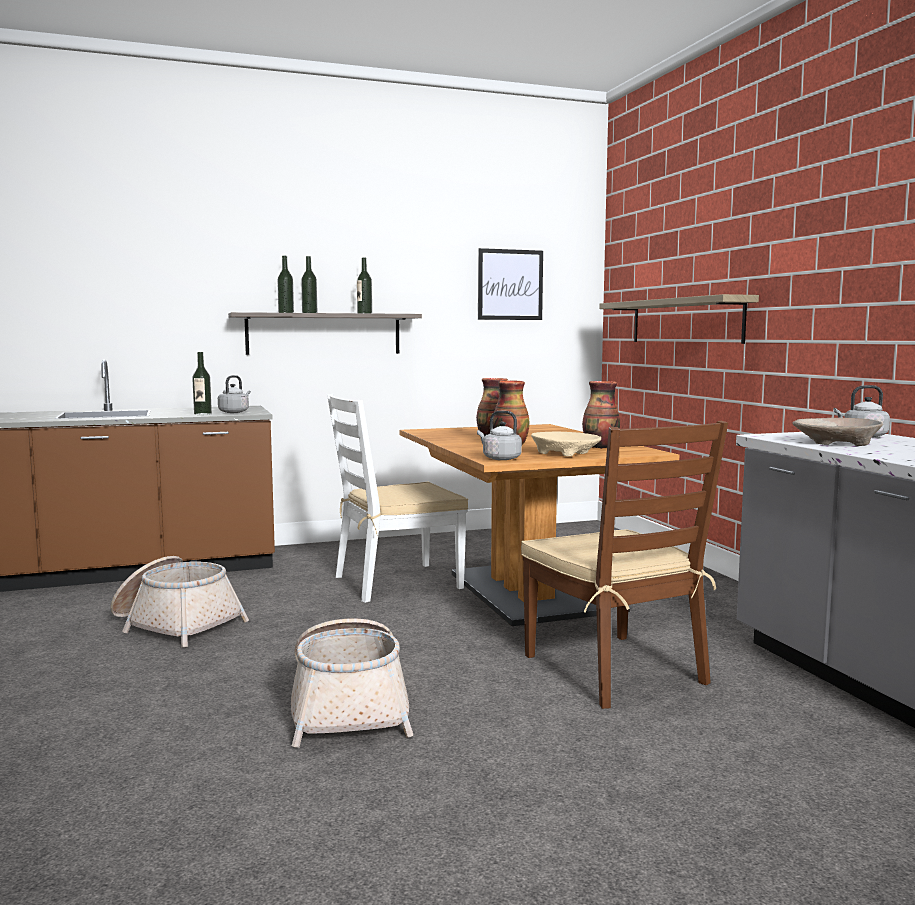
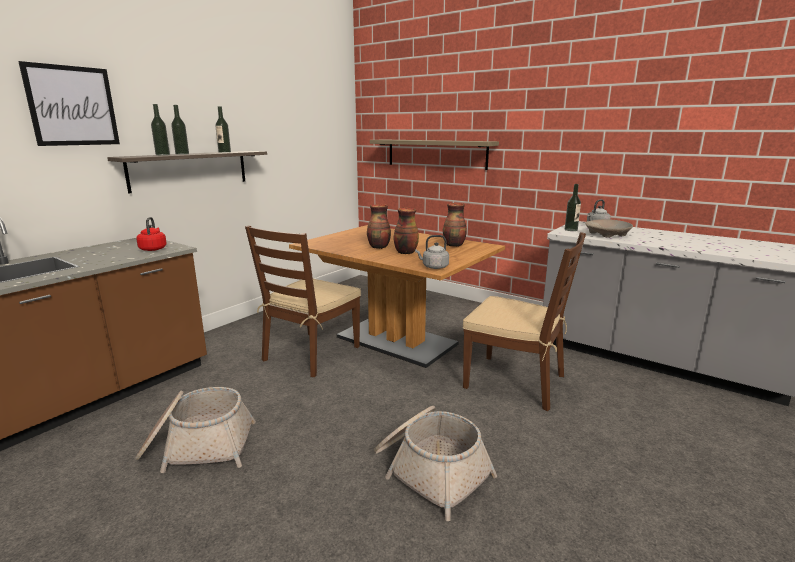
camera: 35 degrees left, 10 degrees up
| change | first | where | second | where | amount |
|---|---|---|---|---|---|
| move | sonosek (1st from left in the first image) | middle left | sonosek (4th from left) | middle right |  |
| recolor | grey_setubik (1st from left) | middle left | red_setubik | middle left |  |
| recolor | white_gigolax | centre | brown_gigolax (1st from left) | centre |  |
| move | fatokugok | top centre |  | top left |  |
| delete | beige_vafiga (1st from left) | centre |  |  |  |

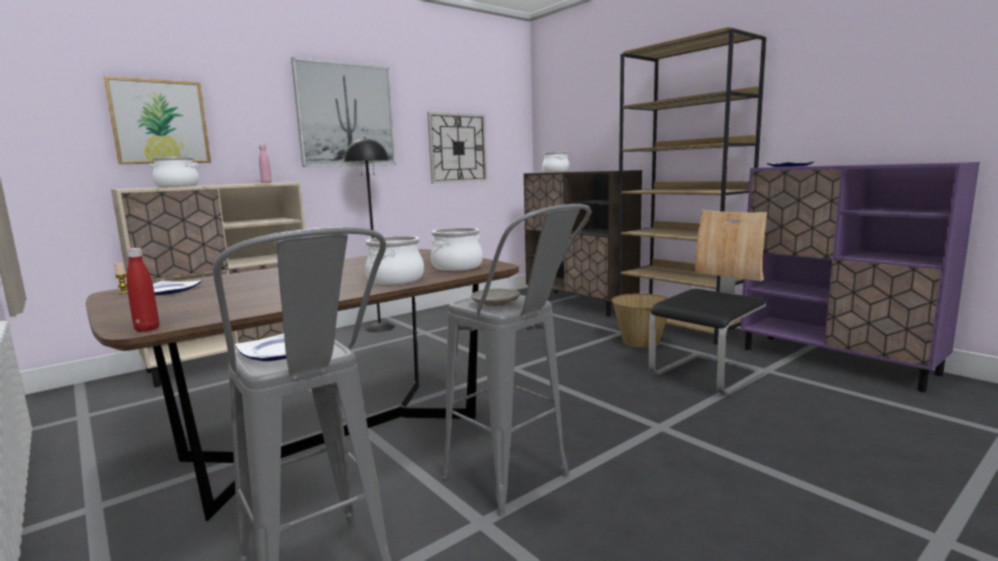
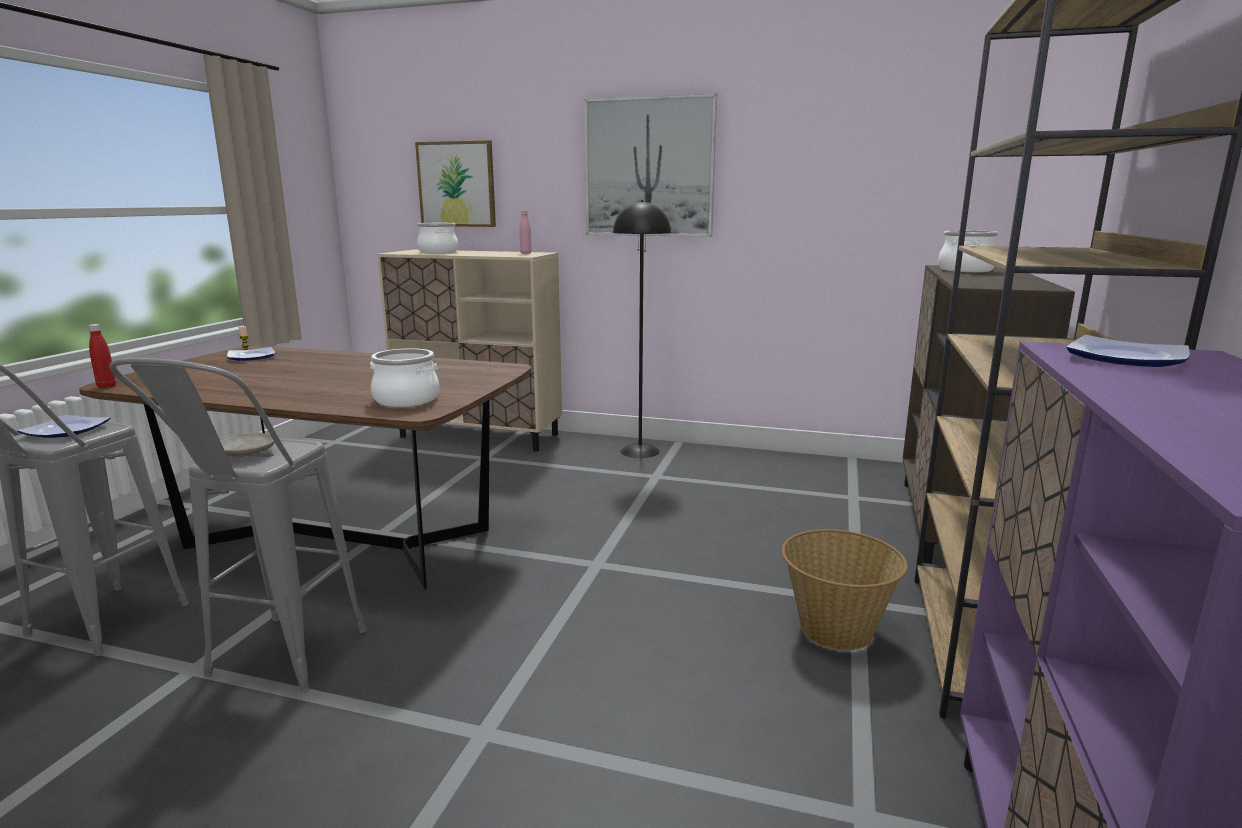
camera: 55 degrees right, 5 degrees up
| change | first | where | second | where | amount |
|---|---|---|---|---|---|
| delete | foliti (2nd from left) | centre |  |  |  |
| delete | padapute | top centre |  |  |  |
| delete | gigolax | middle right |  |  |  |

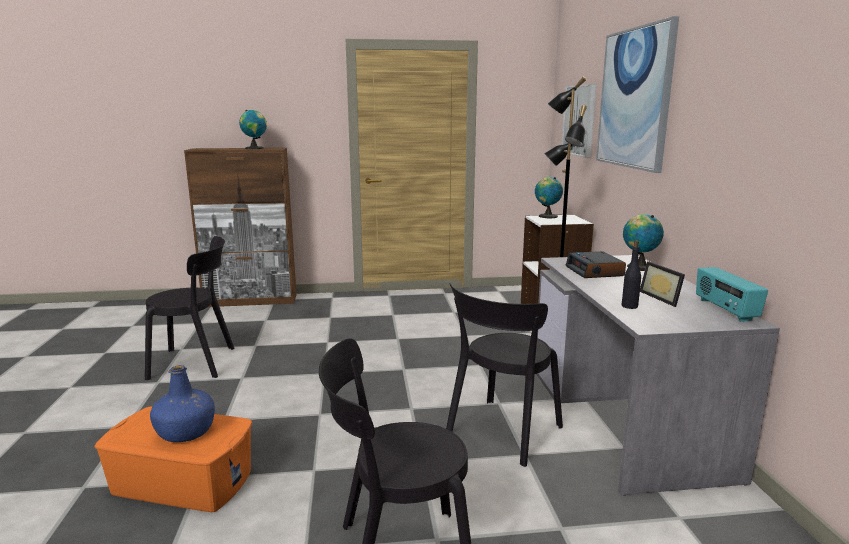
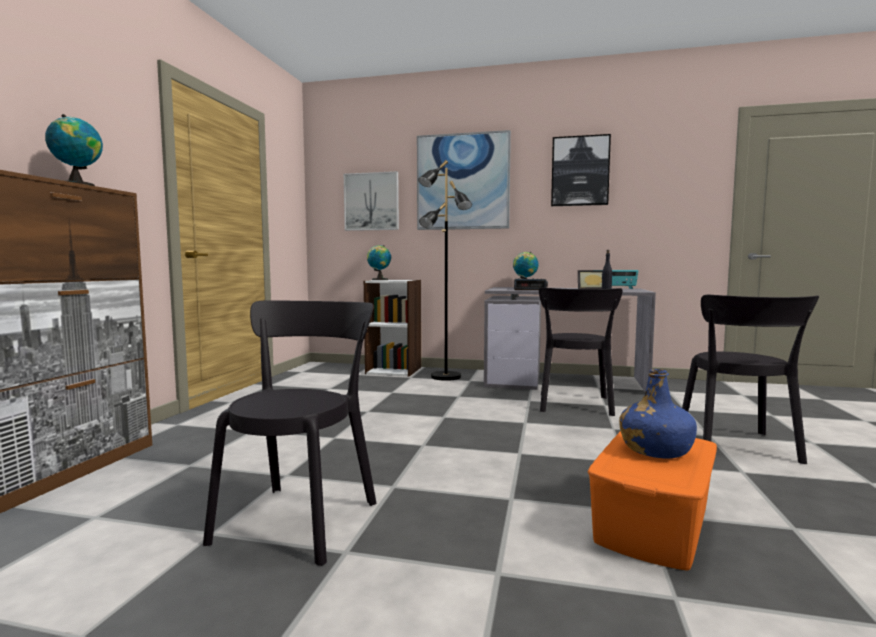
camera: 70 degrees left, 10 degrees down
| change | first | where | second | where | amount |
|---|---|---|---|---|---|
| rotate | black_gigolax (3rd from left in the first image) | bottom centre | black_gigolax (2nd from left) | centre | 45 degrees clockwise |
| insert |  |  | fatokugok (3rd from left) | top centre |  |

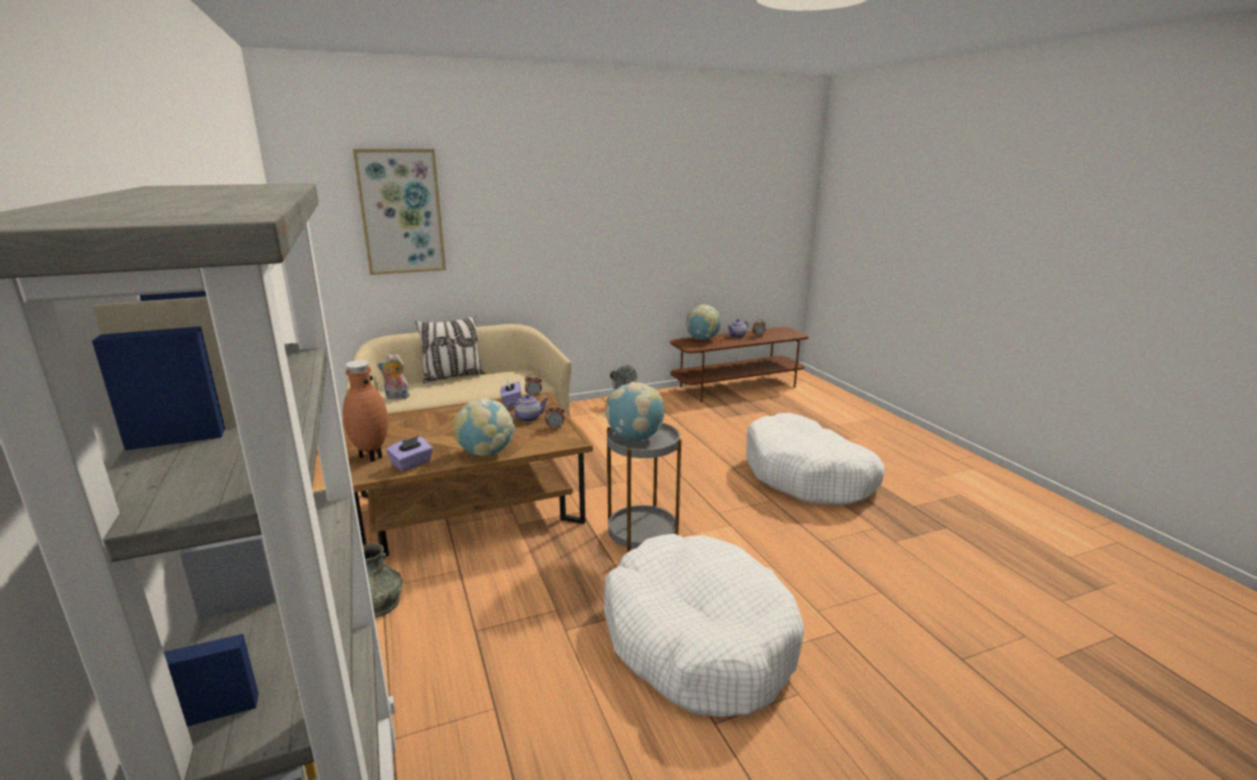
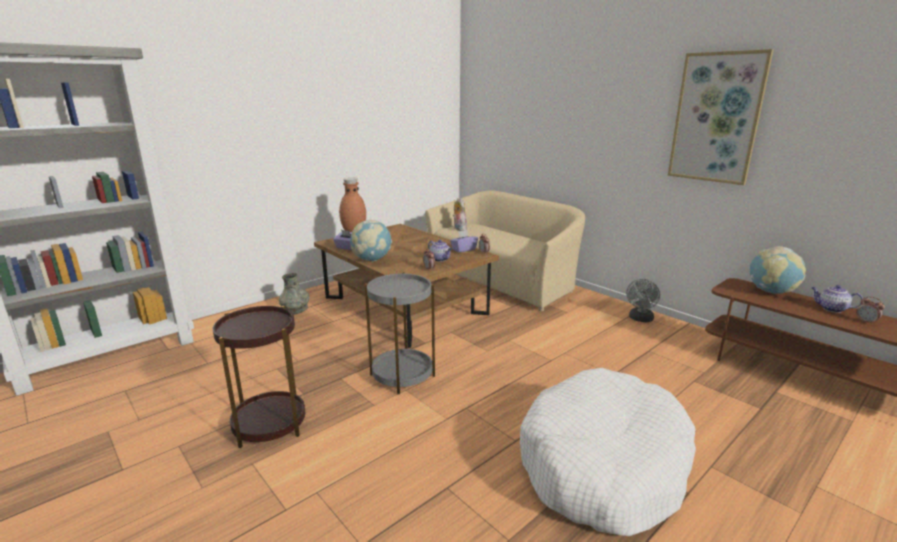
camera: 70 degrees right, 0 degrees up
| change | first | where | second | where | amount |
|---|---|---|---|---|---|
| move | fatokugok | top left |  | top right |  |
| delete | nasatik | centre |  |  |  |
| replace | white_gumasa (1st from left) | bottom centre | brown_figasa | bottom left |  |
| delete | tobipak (2nd from left) | centre |  |  |  |

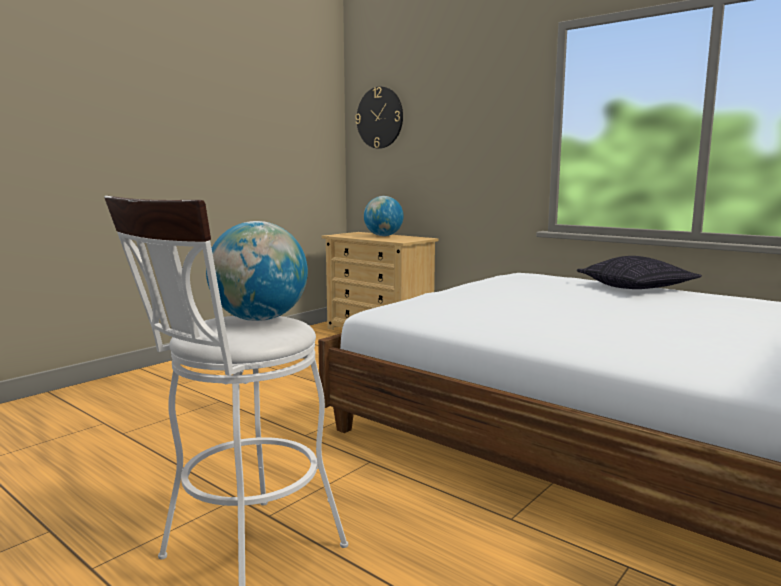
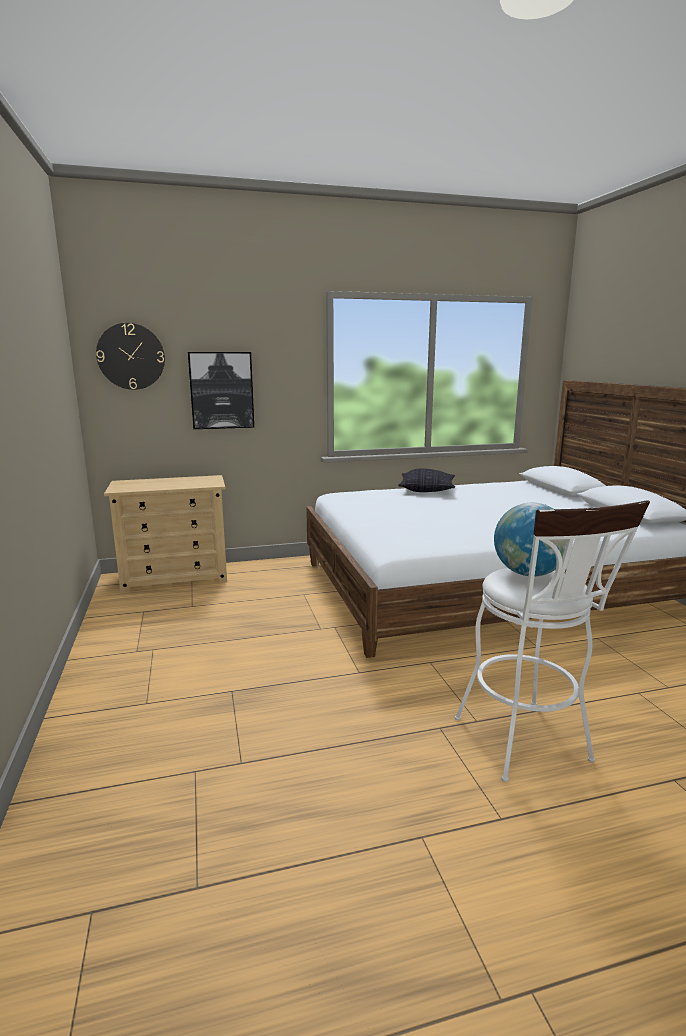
camera: 55 degrees left, 5 degrees up
| change | first | where | second | where | amount |
|---|---|---|---|---|---|
| delete | tobipak (2nd from left) | centre |  |  |  |
| insert |  |  | fatokugok | middle left |  |

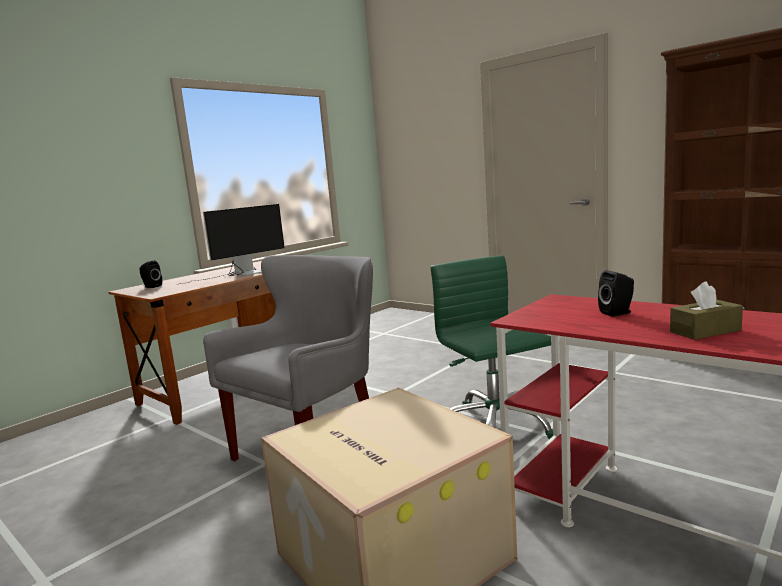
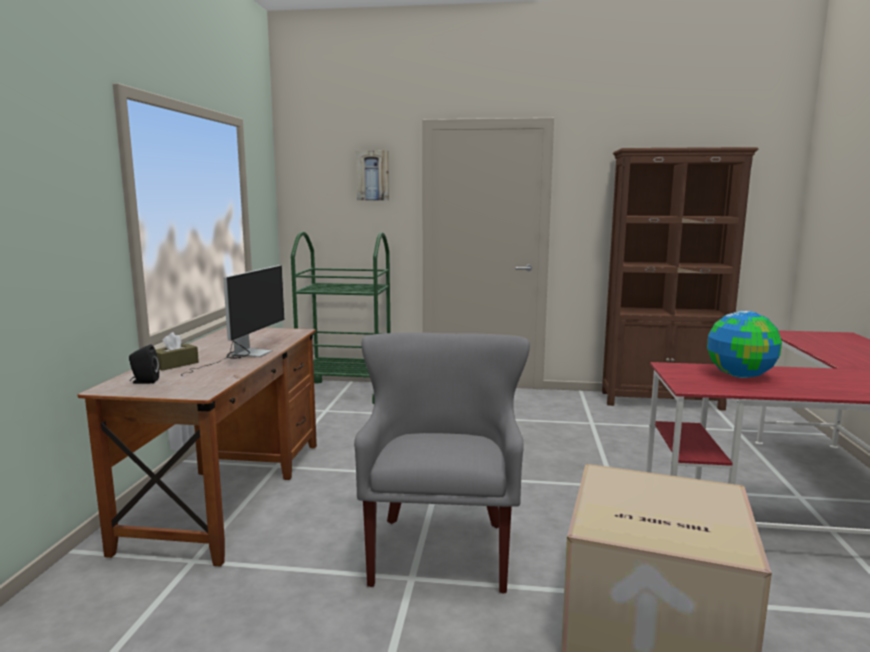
camera: 35 degrees left, 0 degrees up
| change | first | where | second | where | amount |
|---|---|---|---|---|---|
| delete | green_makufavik | centre |  |  |  |
| replace | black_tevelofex (2nd from left) | middle right | tobipak | middle right |  |
| move | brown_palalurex | middle right |  | middle left |  |
| insert |  |  | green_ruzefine | centre |  |
| insert |  |  | fatokugok | top centre |  |

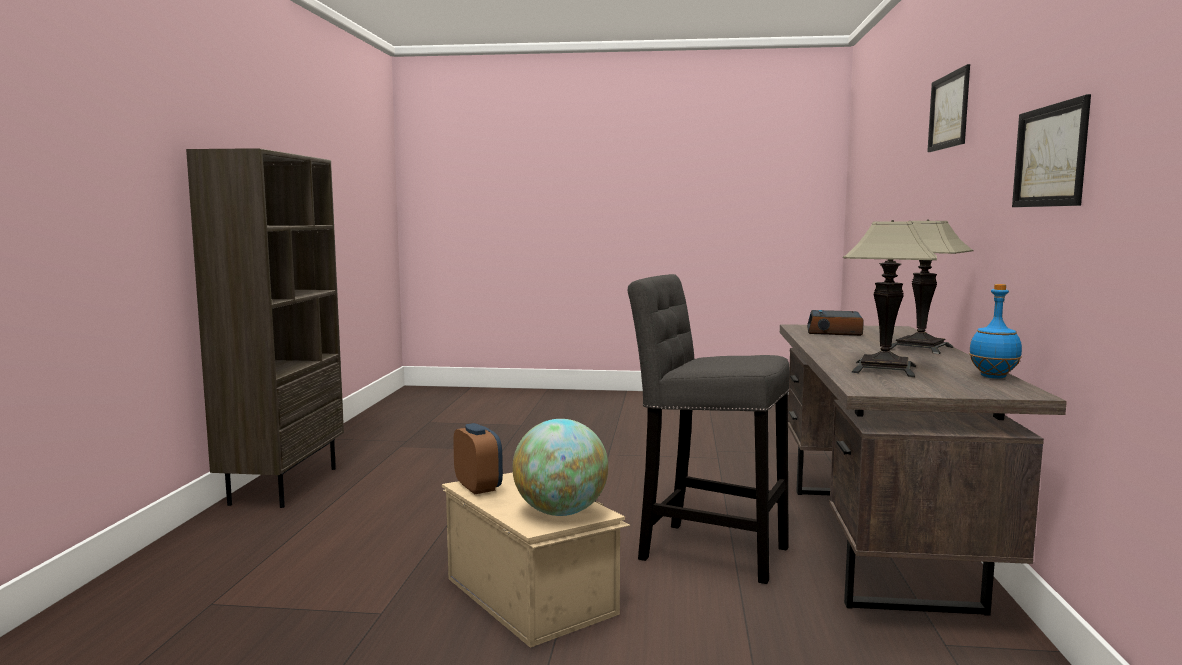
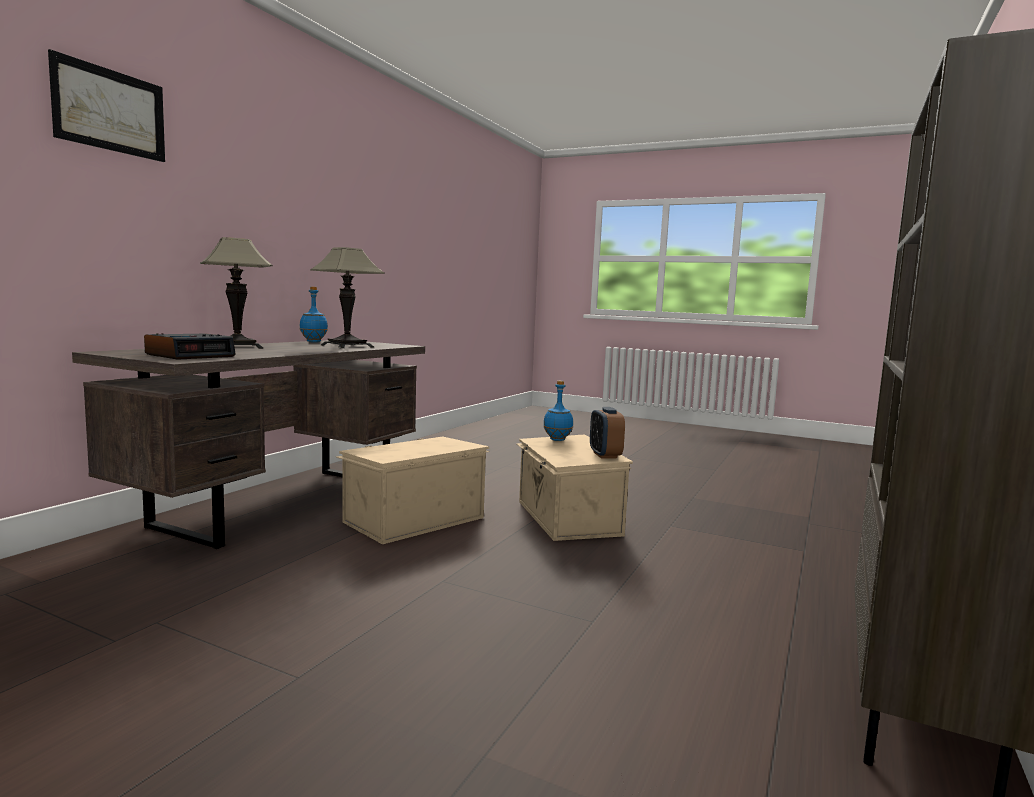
camera: 160 degrees left, 0 degrees up
| change | first | where | second | where | amount |
|---|---|---|---|---|---|
| replace | tobipak | bottom centre | blue_sonosek (2nd from left) | centre |  |
| replace | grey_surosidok | centre | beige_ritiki (1st from left) | centre |  |
| delete | fatokugok (2nd from left) | top right |  |  |  |

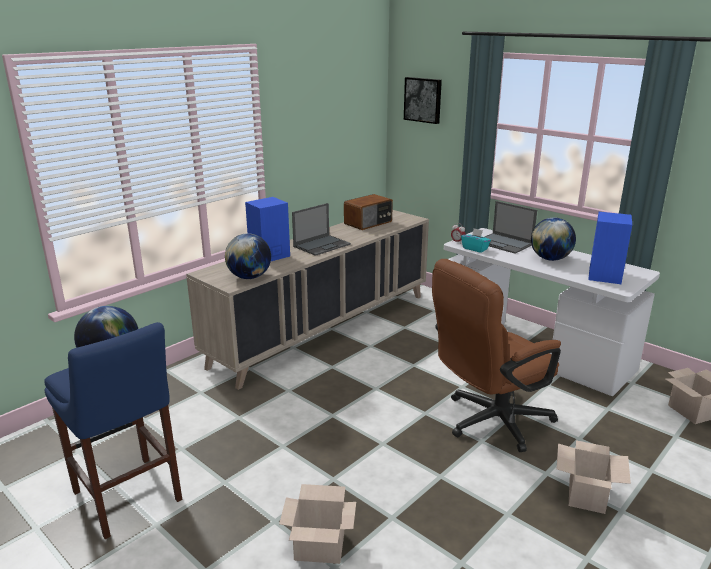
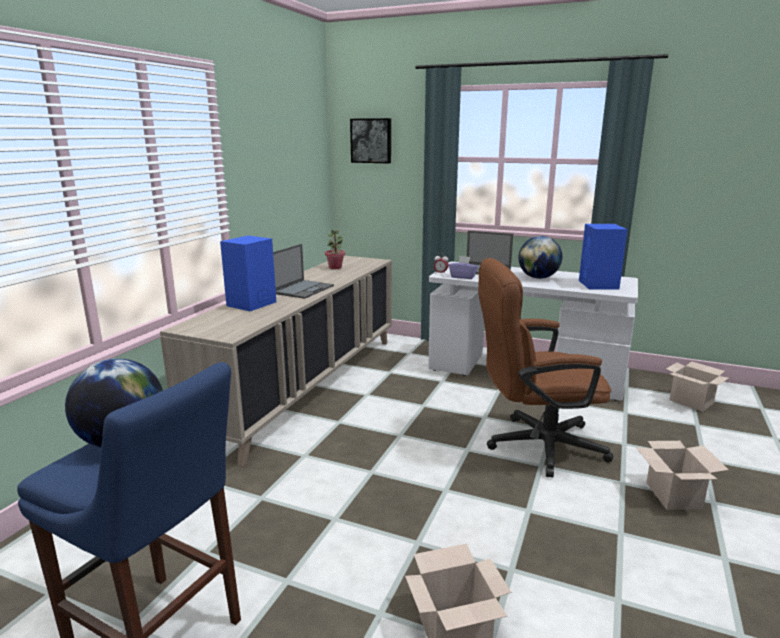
camera: 20 degrees left, 5 degrees down
| change | first | where | second | where | amount |
|---|---|---|---|---|---|
| delete | tobipak (2nd from left) | centre |  |  |  |
| replace | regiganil | centre | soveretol | centre |  |
| rotate | brown_makufavik | middle right |  | middle right | 45 degrees clockwise |
| recolor | turquoise_palalurex | middle right | purple_palalurex | centre |  |

